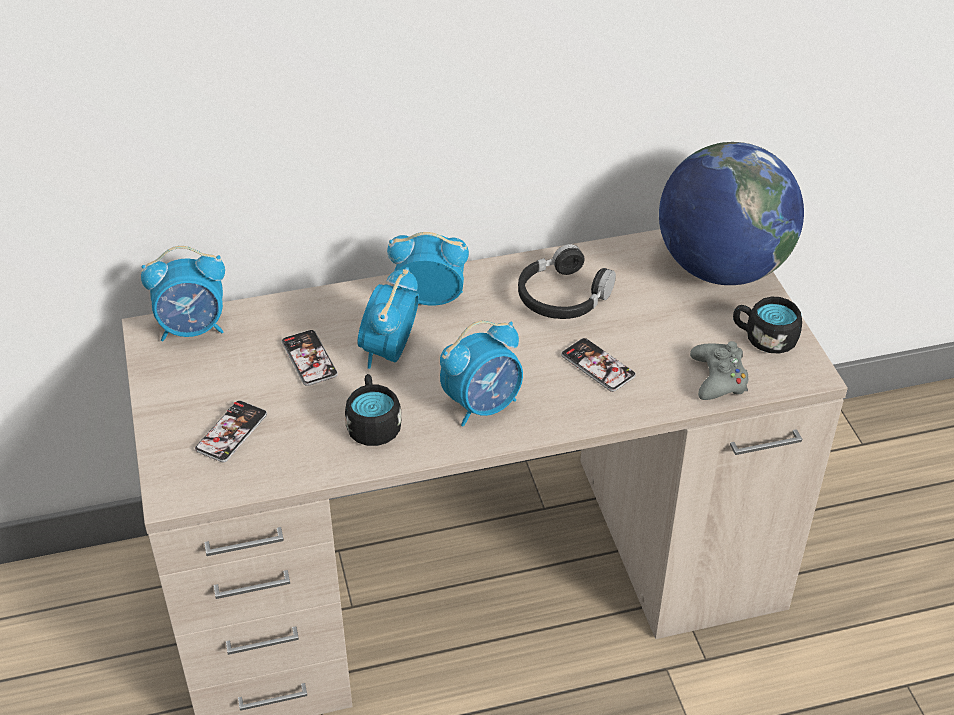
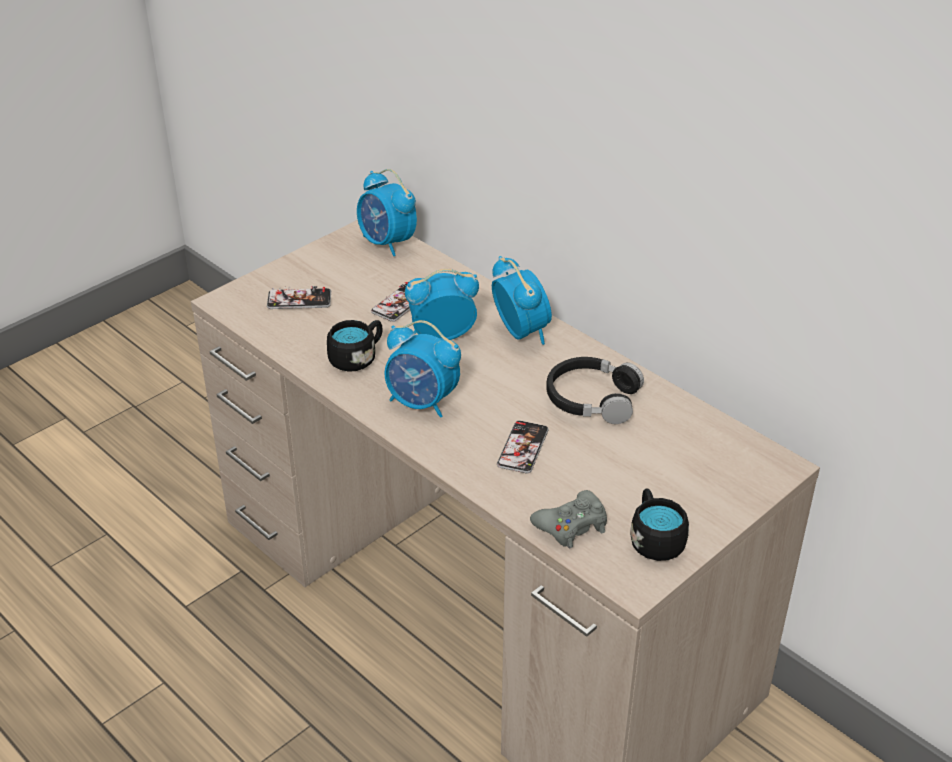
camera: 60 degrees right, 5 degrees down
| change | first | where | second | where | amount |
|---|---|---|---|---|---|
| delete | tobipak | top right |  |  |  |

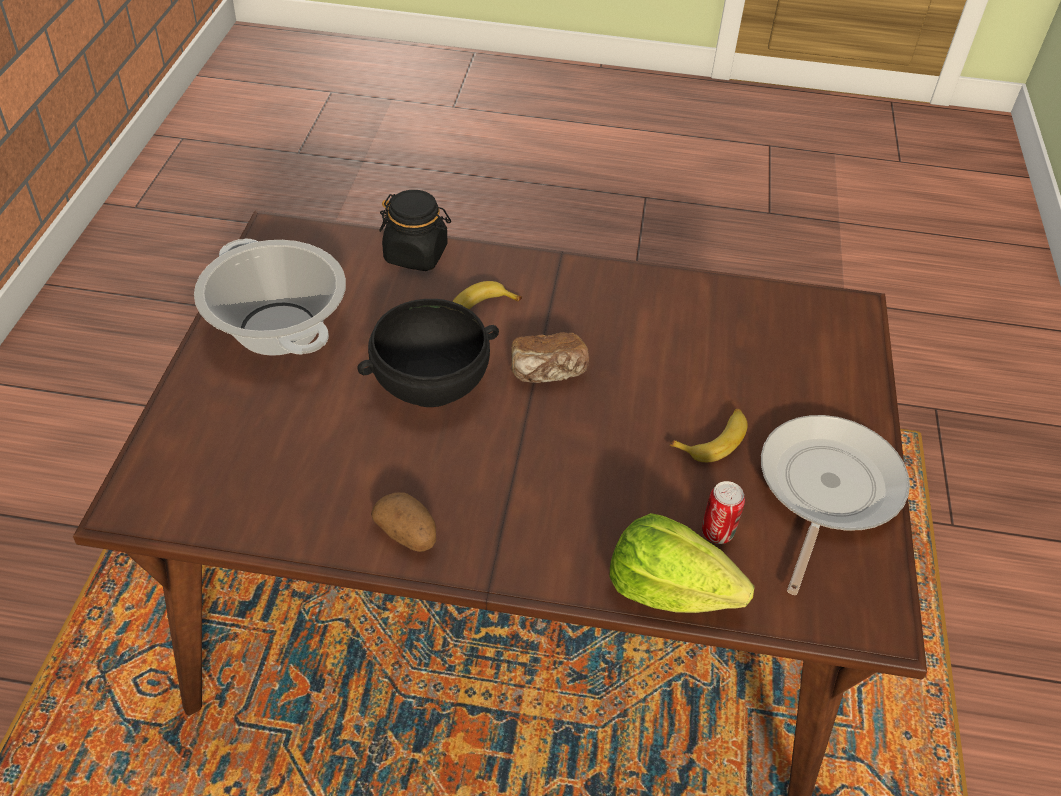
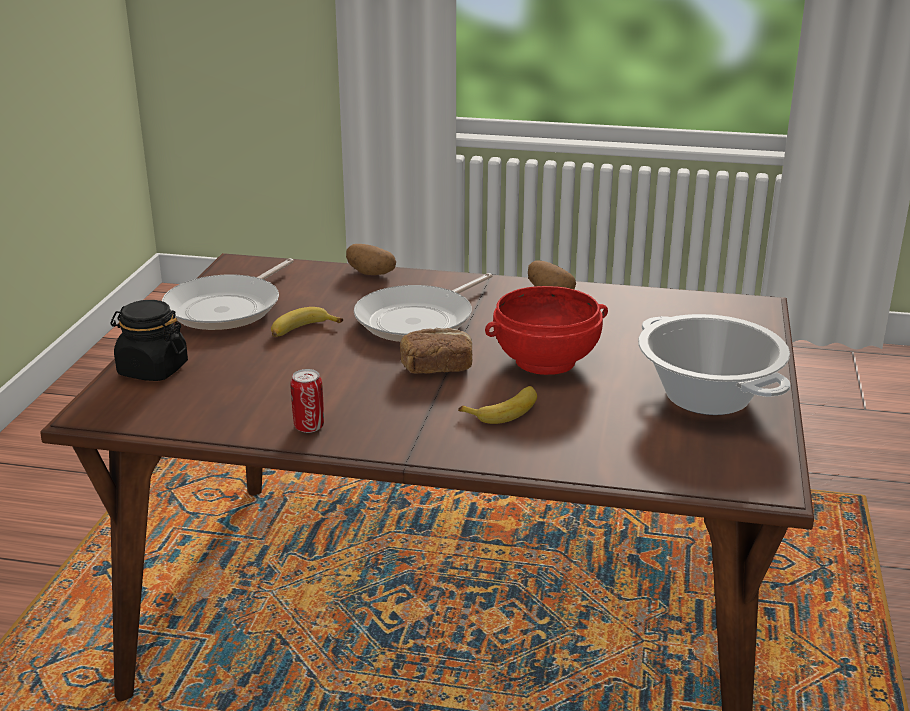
camera: 175 degrees left, 20 degrees down
| change | first | where | second | where | amount |
|---|---|---|---|---|---|
| recolor | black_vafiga | centre | red_vafiga | centre |  |
| move | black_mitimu | top centre |  | middle left |  |
| replace | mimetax | bottom centre | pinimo (1st from left) | centre |  |
| move | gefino | middle right |  | centre |  |
| insert |  |  | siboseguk (2nd from left) | centre |  |

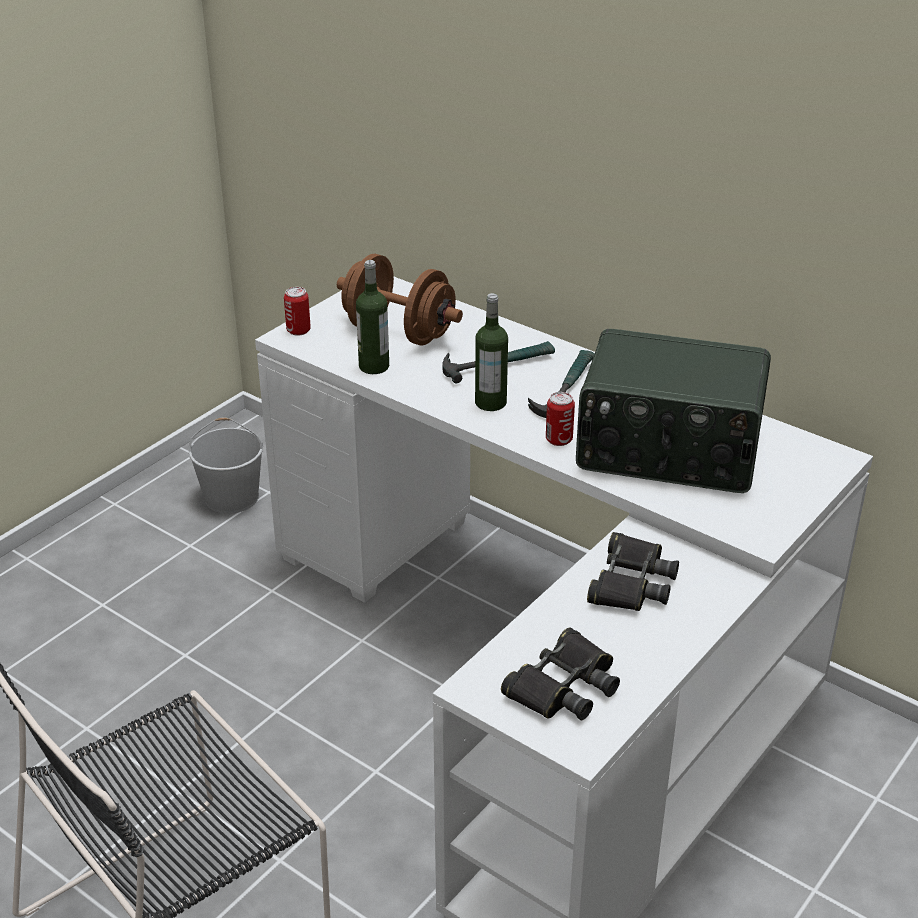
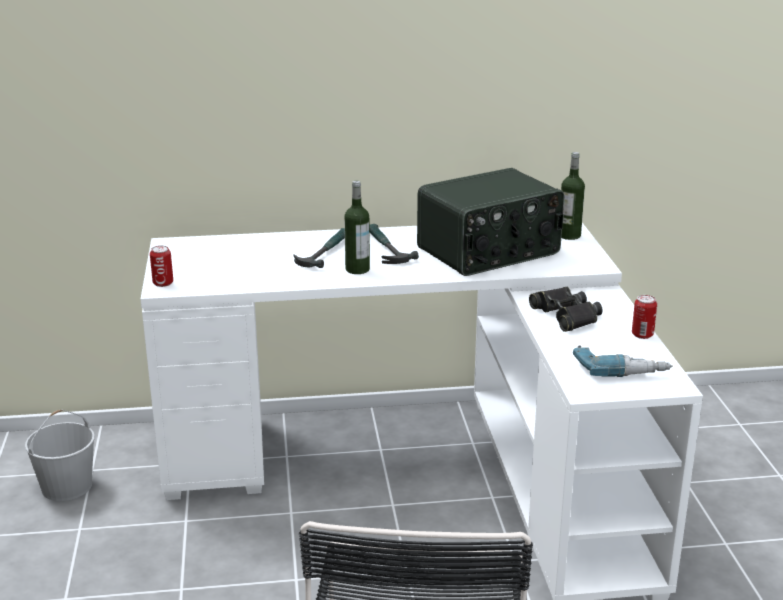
camera: 45 degrees left, 10 degrees down
| change | first | where | second | where | amount |
|---|---|---|---|---|---|
| delete | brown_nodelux | top centre |  |  |  |
| move | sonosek (1st from left in the first image) | centre | sonosek (2nd from left) | top right |  |
| replace | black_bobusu (1st from left) | bottom centre | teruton | middle right |  |
| move | gefino (2nd from left) | centre |  | middle right |  |

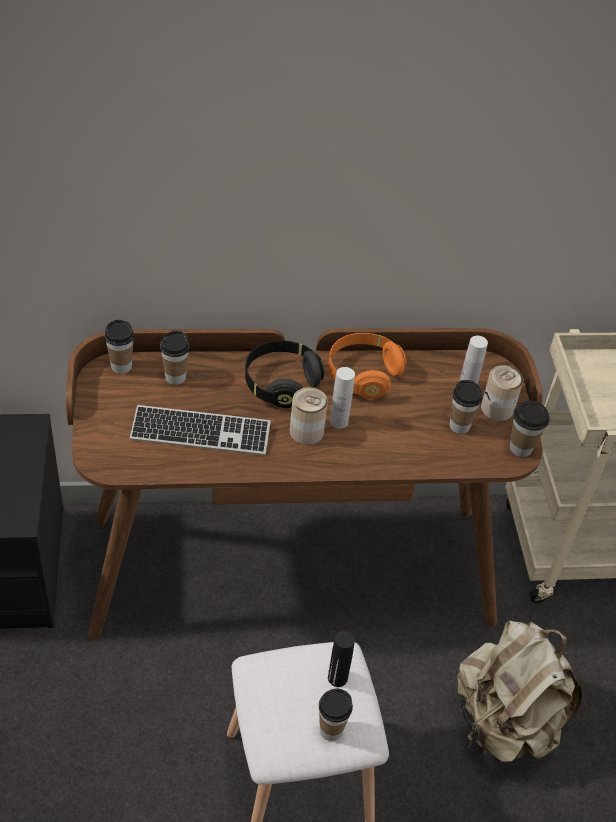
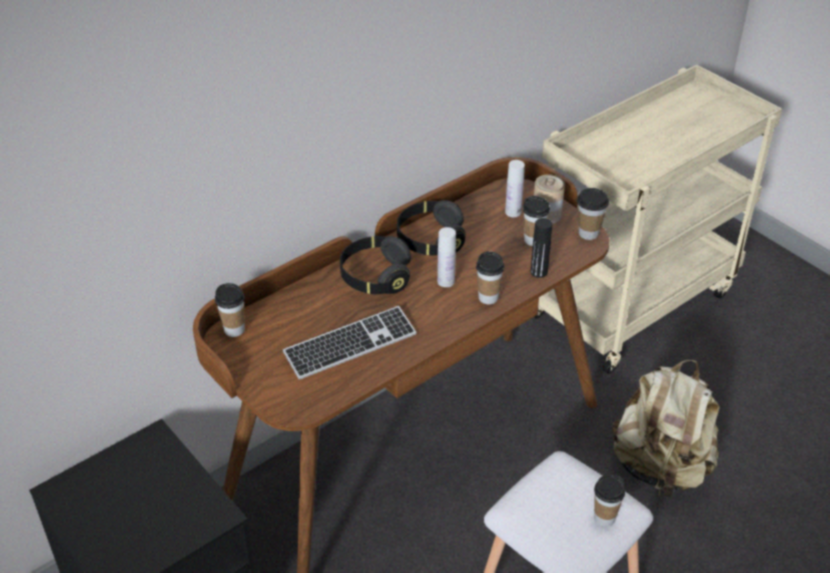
camera: 30 degrees left, 5 degrees down
| change | first | where | second | where | amount |
|---|---|---|---|---|---|
| move | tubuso (2nd from left) | middle left |  | centre |  |
| delete | gefino (1st from left) | centre |  |  |  |
| recolor | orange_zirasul | centre | black_zirasul (2nd from left) | centre |  |
| move | black_sonosek | bottom centre |  | centre |  |

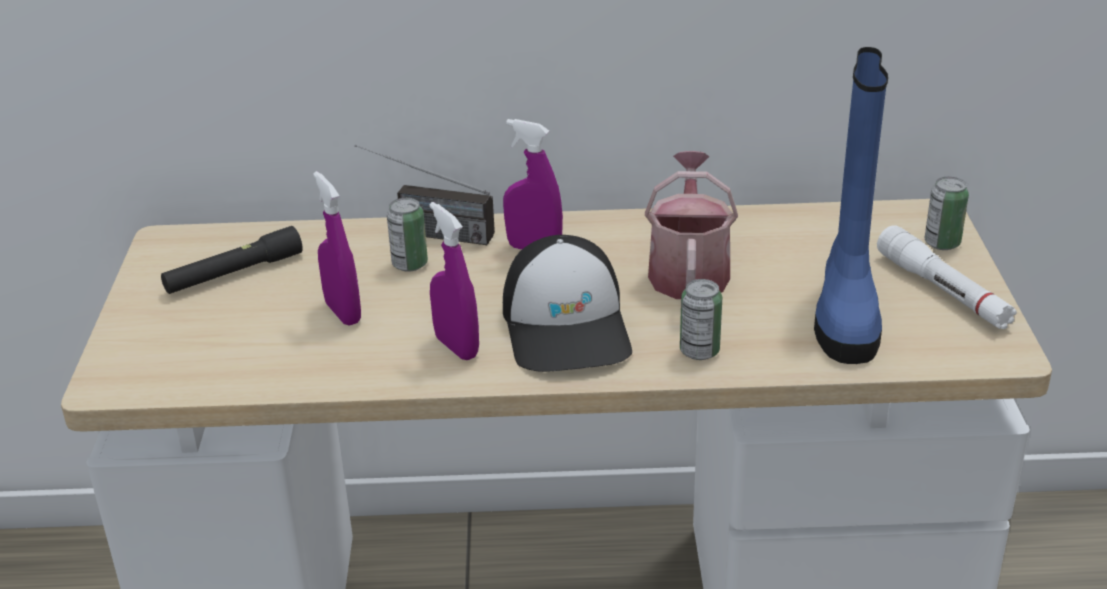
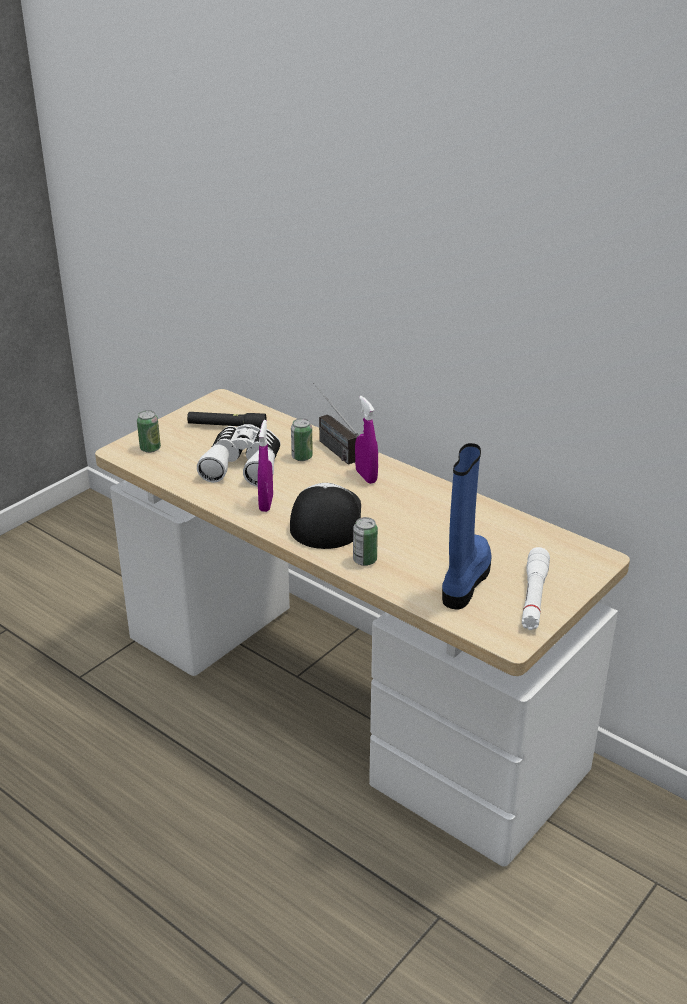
camera: 40 degrees right, 0 degrees up
| change | first | where | second | where | amount |
|---|---|---|---|---|---|
| replace | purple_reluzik (1st from left) | middle left | white_bobusu | centre |  |
| rotate | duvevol | centre |  | centre | 150 degrees clockwise |
| delete | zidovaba | centre |  |  |  |
| rotate | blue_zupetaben | middle right |  | middle right | 150 degrees clockwise |
| move | gefino (3rd from left in the first image) | middle right | gefino (1st from left) | middle left |  |

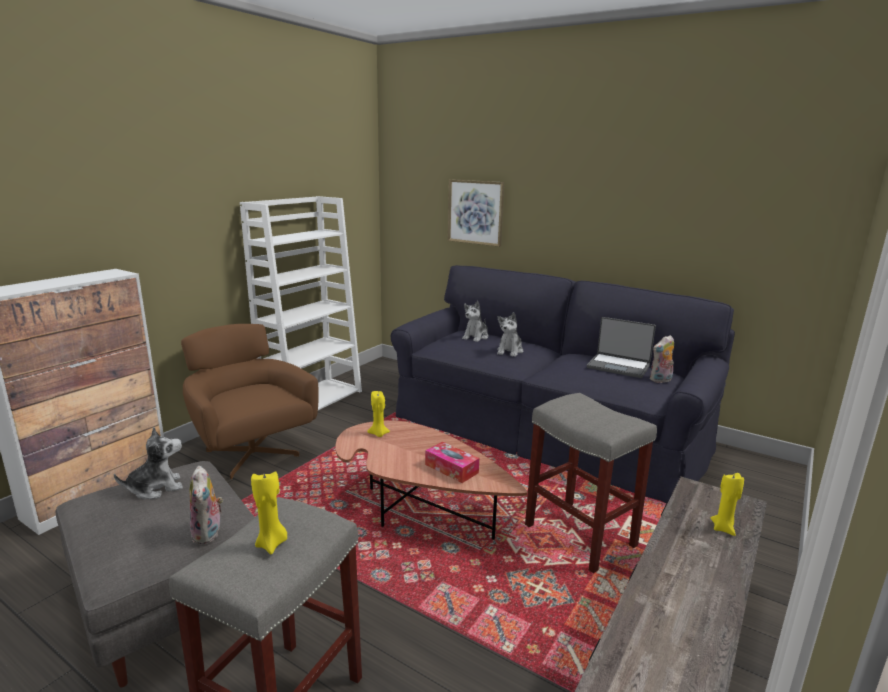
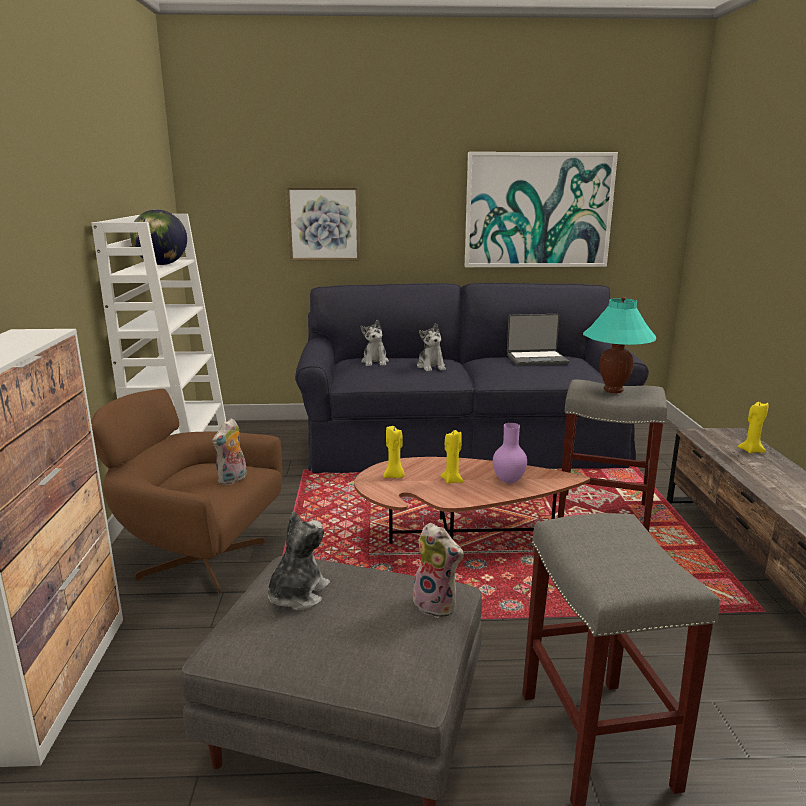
camera: 35 degrees left, 0 degrees up
| change | first | where | second | where | amount |
|---|---|---|---|---|---|
| move | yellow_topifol (1st from left in the first image) | bottom left | yellow_topifol (2nd from left) | centre |  |
| replace | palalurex | bottom centre | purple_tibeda | centre |  |
| move | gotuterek (5th from left in the first image) | middle right | gotuterek (1st from left) | middle left |  |
| insert |  |  | tobipak | top left |  |
| insert |  |  | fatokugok (2nd from left) | top right |  |
| insert |  |  | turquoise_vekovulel | middle right |  |

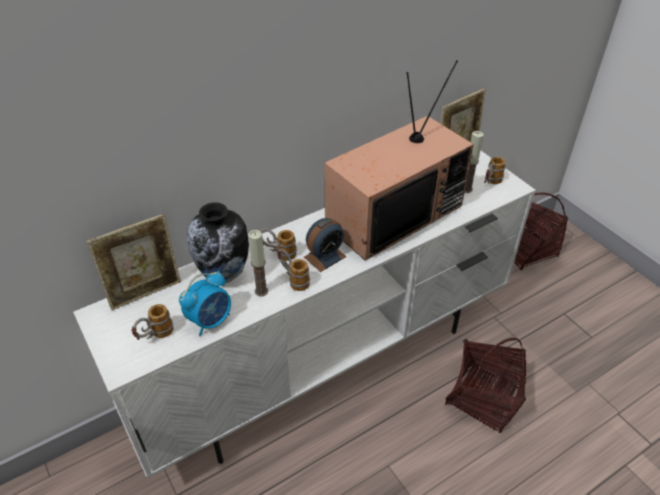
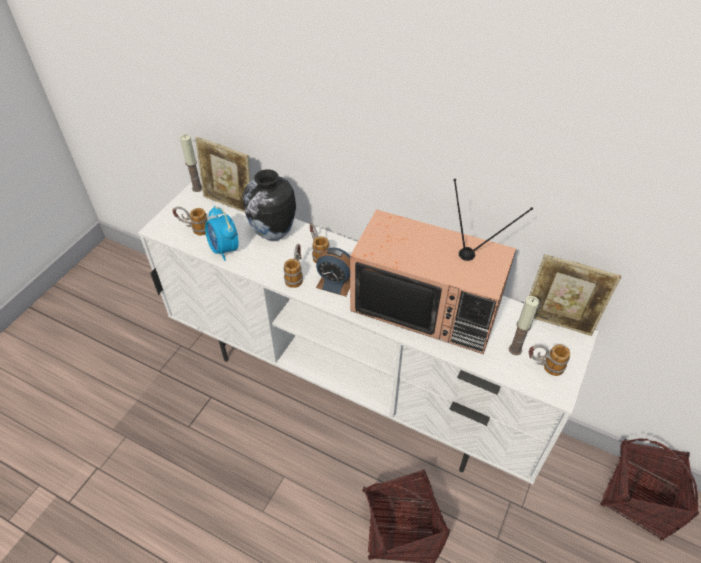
camera: 60 degrees right, 5 degrees up
| change | first | where | second | where | amount |
|---|---|---|---|---|---|
| rotate | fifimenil (1st from left) | middle left |  | middle left | 45 degrees clockwise |
| move | topifol (1st from left) | centre |  | top left |  |

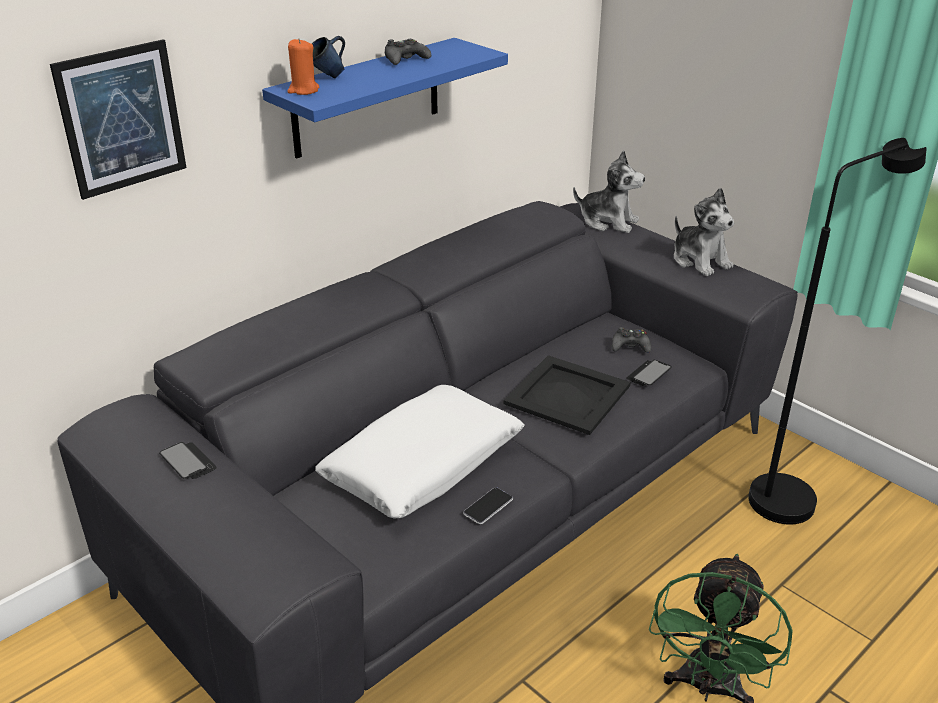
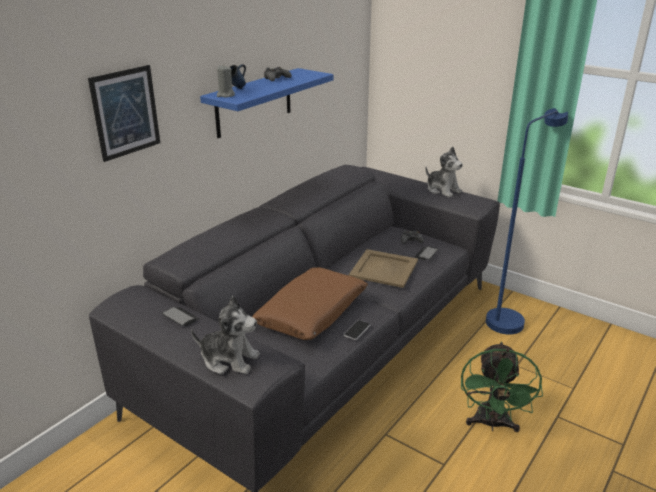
camera: 10 degrees left, 5 degrees down
| change | first | where | second | where | amount |
|---|---|---|---|---|---|
| recolor | orange_topifol | top left | grey_topifol | top centre |  |
| recolor | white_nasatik | centre | brown_nasatik | centre |  |
| recolor | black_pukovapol | centre | beige_pukovapol | centre |  |
| move | gotuterek (1st from left) | top centre |  | bottom centre |  |
| recolor | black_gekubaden | middle right | blue_gekubaden | middle right |  |

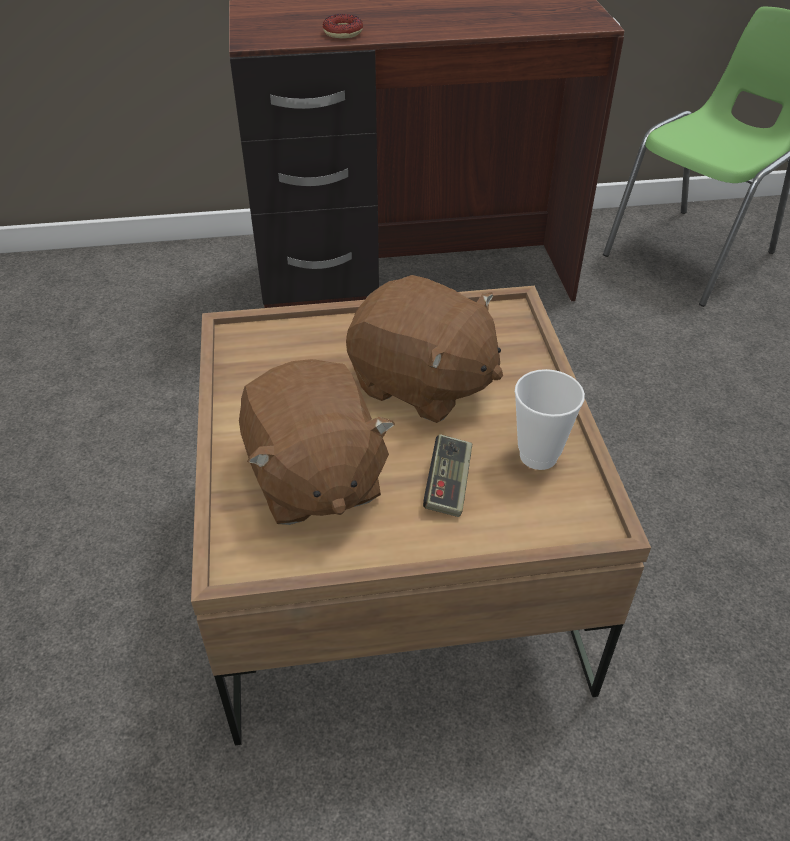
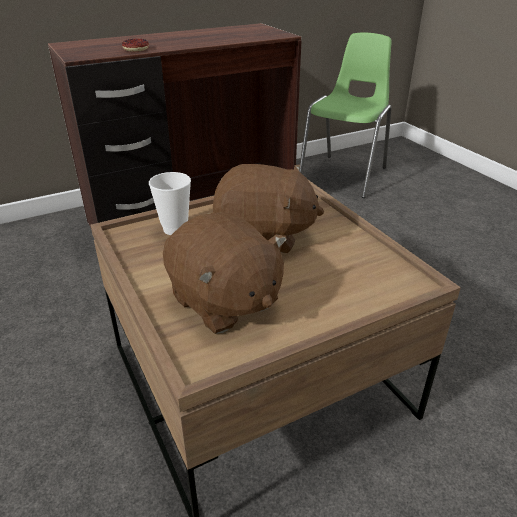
camera: 20 degrees left, 10 degrees down
| change | first | where | second | where | amount |
|---|---|---|---|---|---|
| delete | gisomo | centre |  |  |  |
| move | tubuso | middle right |  | middle left |  |

